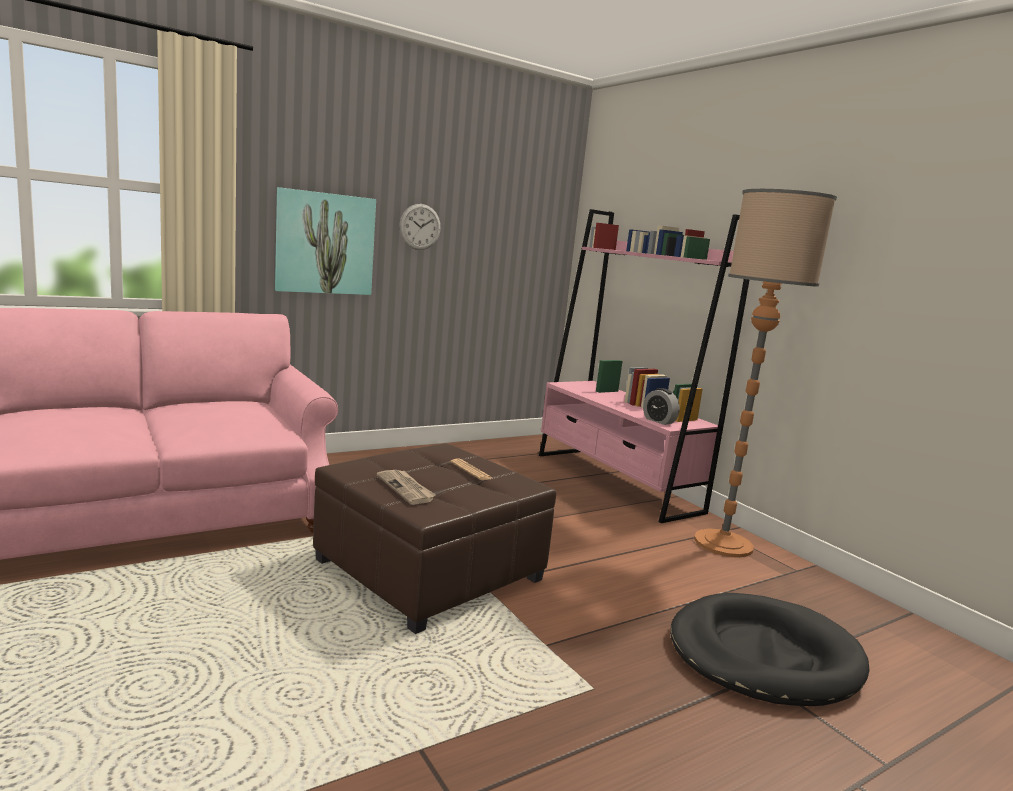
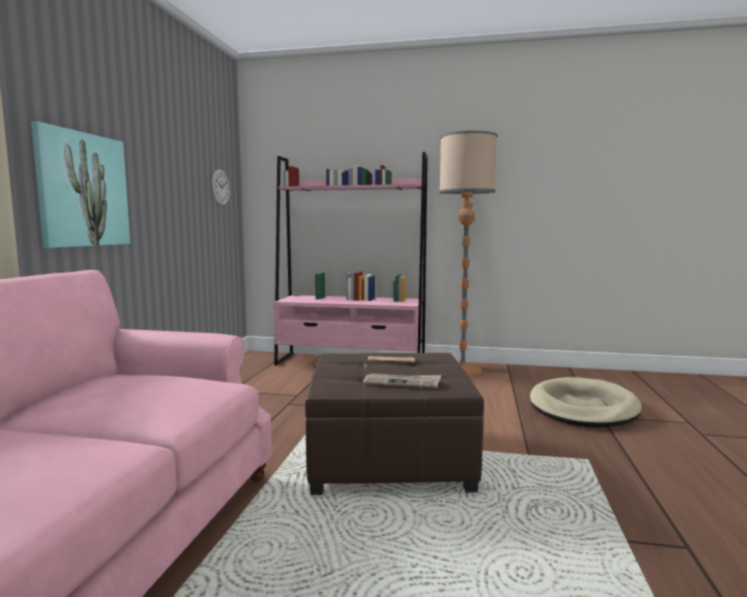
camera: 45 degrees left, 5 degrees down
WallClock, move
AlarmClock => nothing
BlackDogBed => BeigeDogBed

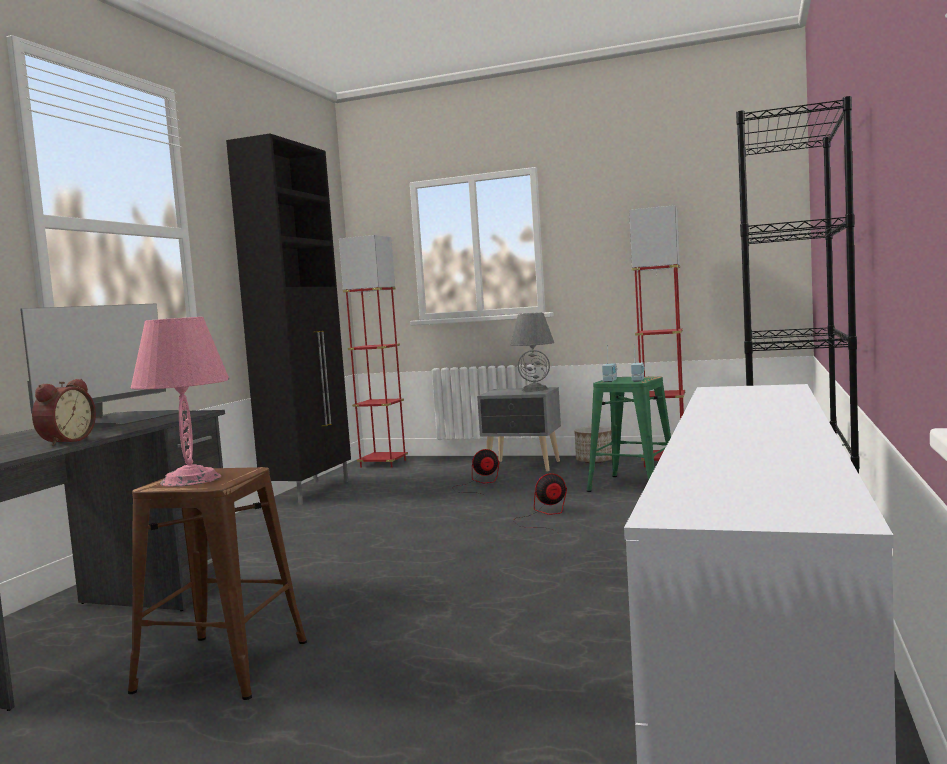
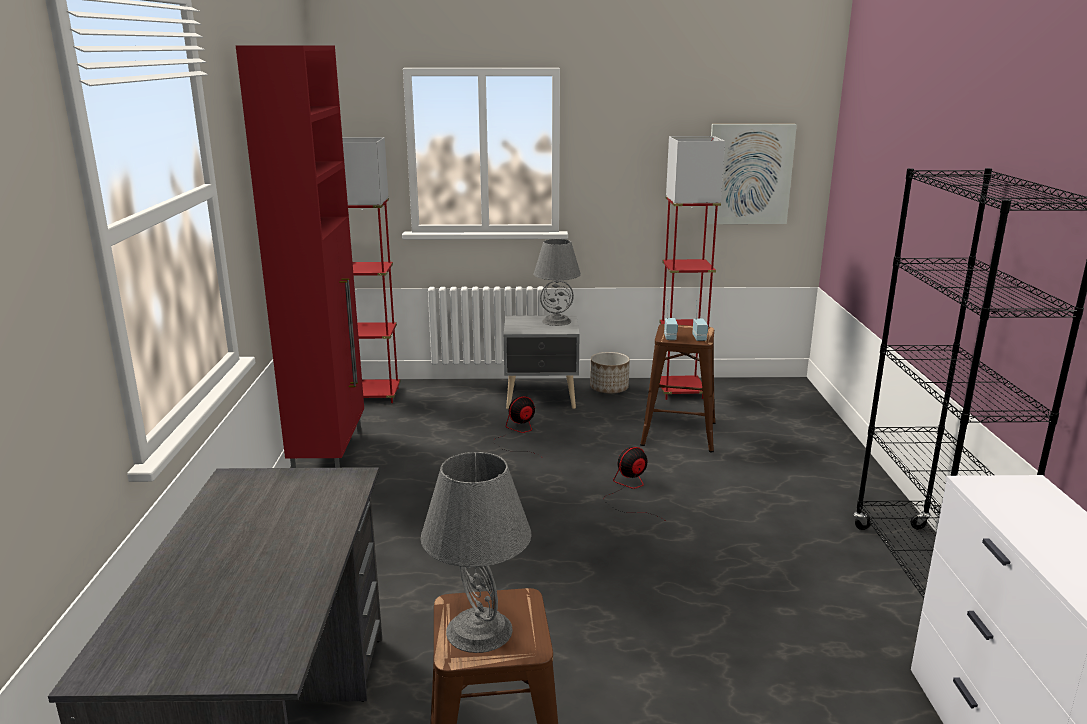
camera: 20 degrees left, 15 degrees up
BlackCabinet => RedCabinet
Monitor => nothing
PinkTableLamp => GreyTableLamp (1st from left)
GreenStool => BrownStool (2nd from left)
AlarmClock => nothing
nothing => Picture

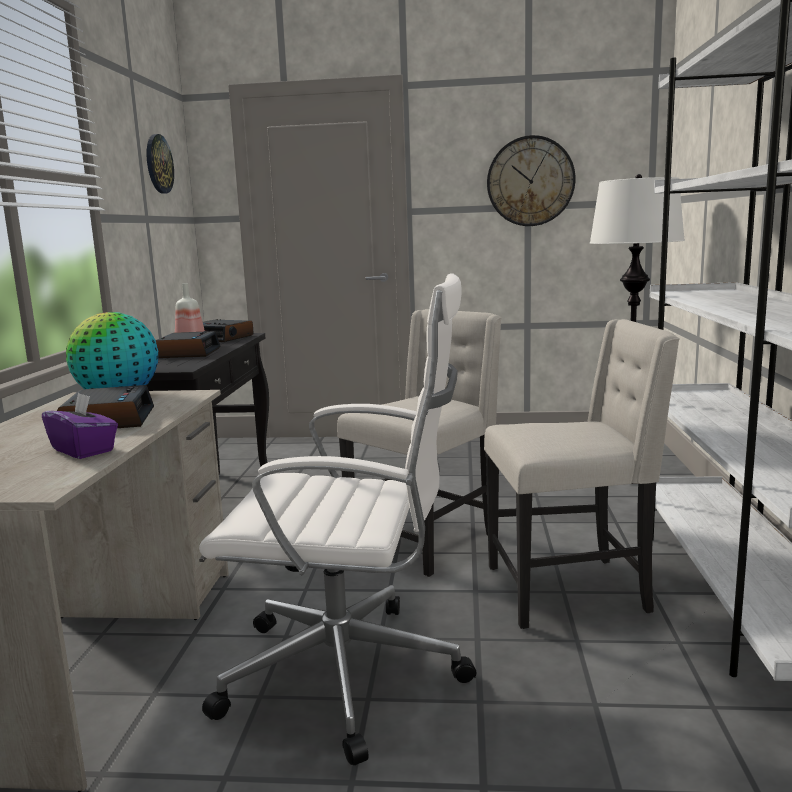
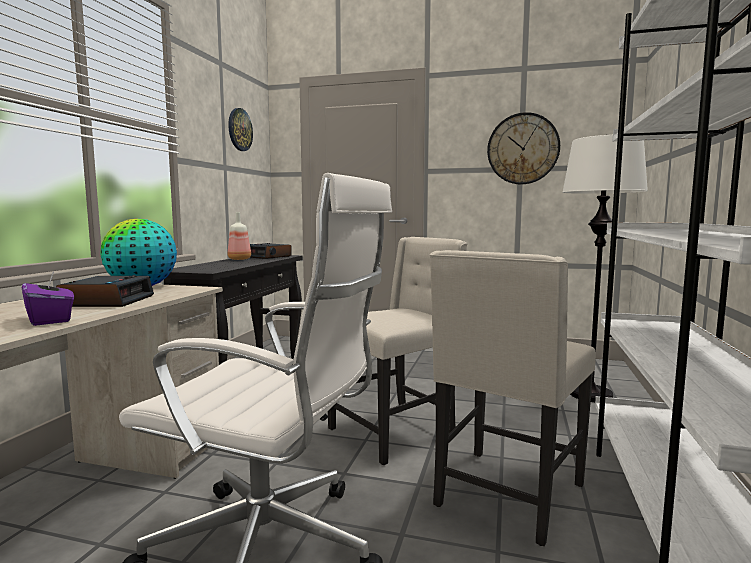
camera: 10 degrees right, 5 degrees down
BeigeChair (2nd from left), 120 degrees clockwise
AlarmClock (2nd from left) => nothing

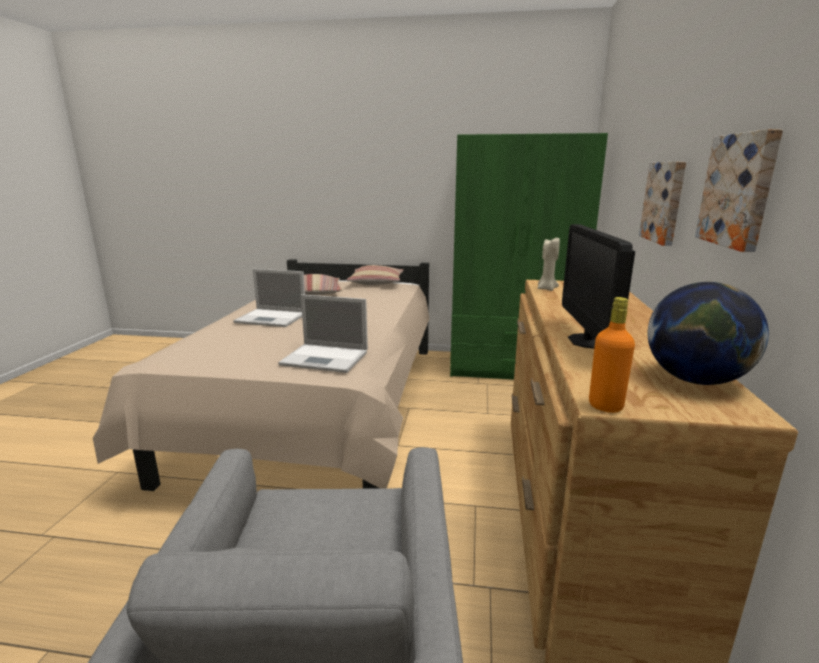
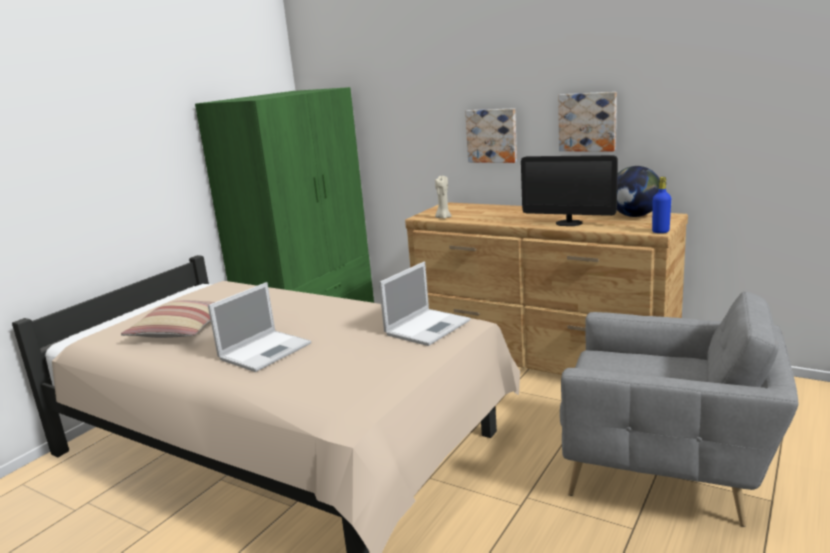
camera: 65 degrees left, 0 degrees up
Pillow (2nd from left) => nothing
OrangeBottle => BlueBottle

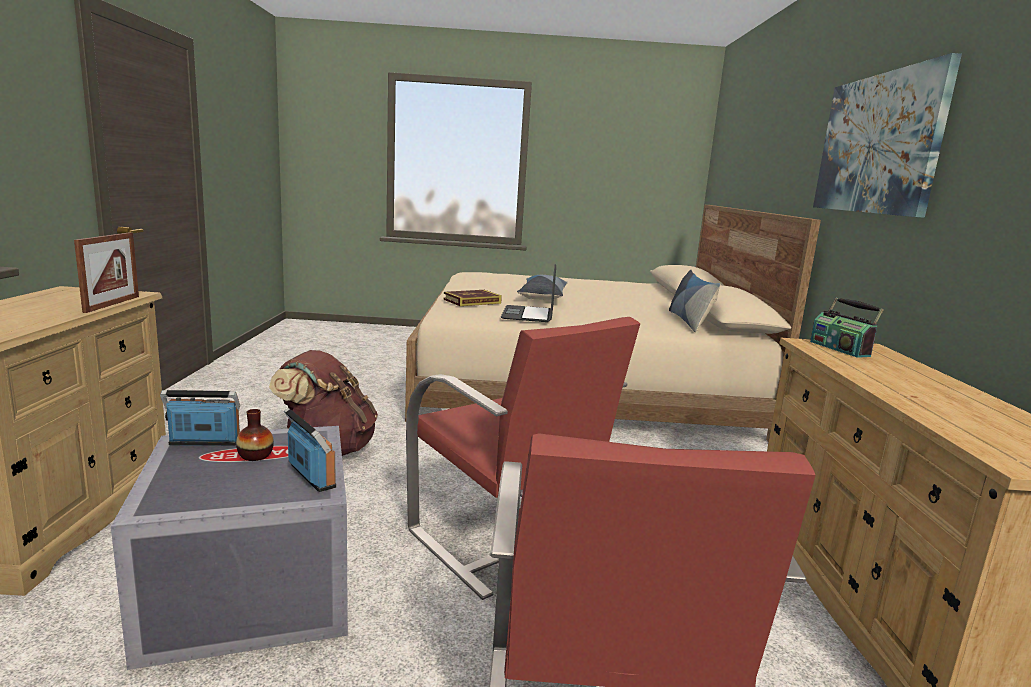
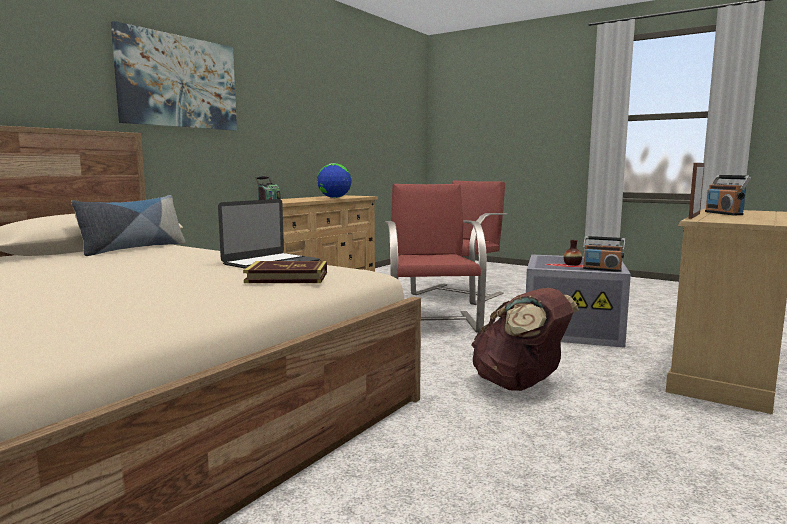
camera: 145 degrees left, 5 degrees down
Pillow (1st from left) => nothing
Radio (2nd from left in the first image) => Radio (3rd from left), move
nothing => Globe

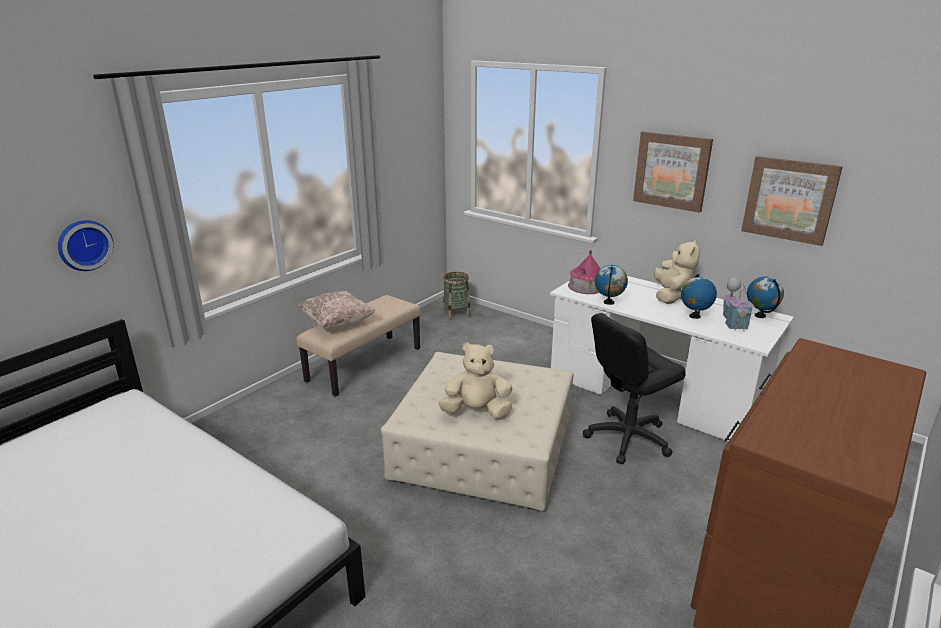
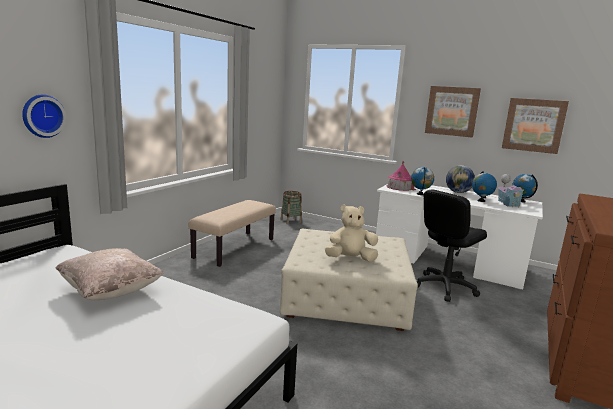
camera: 10 degrees left, 10 degrees down
BeigePlushToy (2nd from left) => Globe (2nd from left)
BeigePillow, move

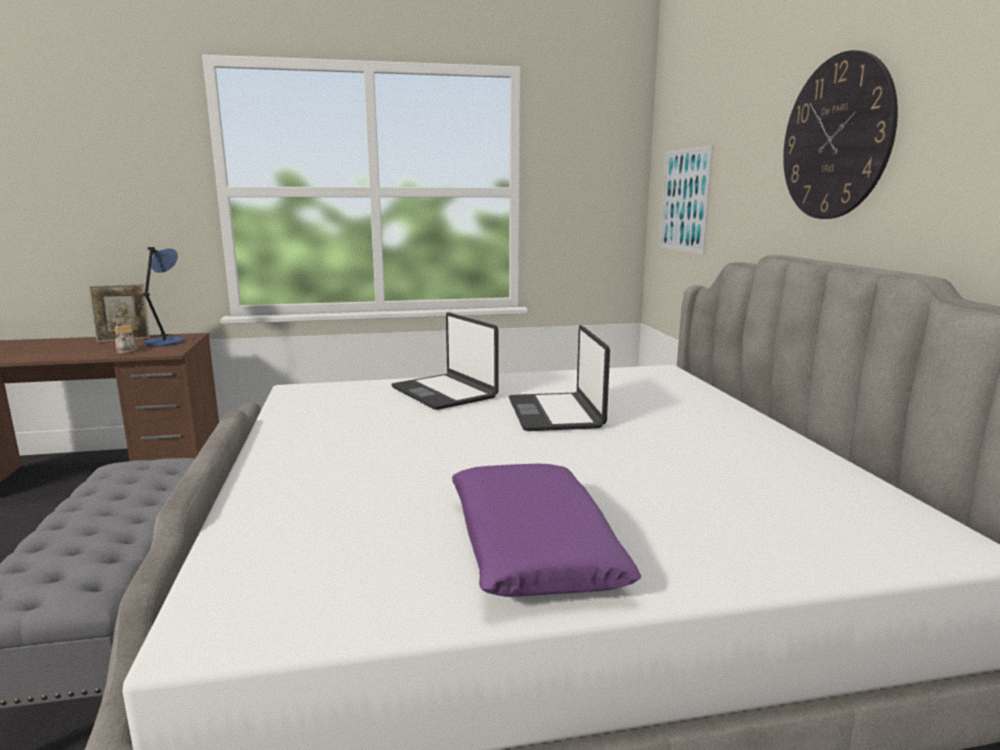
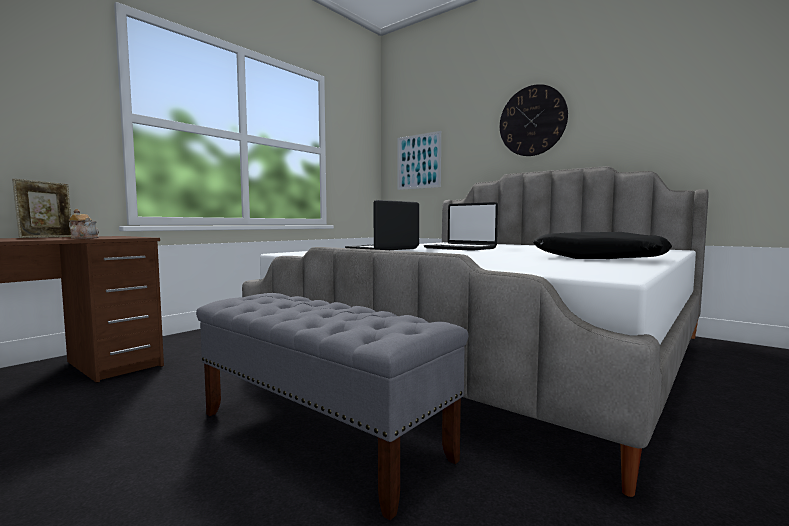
camera: 40 degrees left, 10 degrees down
BlueTableLamp => nothing
Laptop (1st from left), 120 degrees clockwise
PurplePillow => BlackPillow

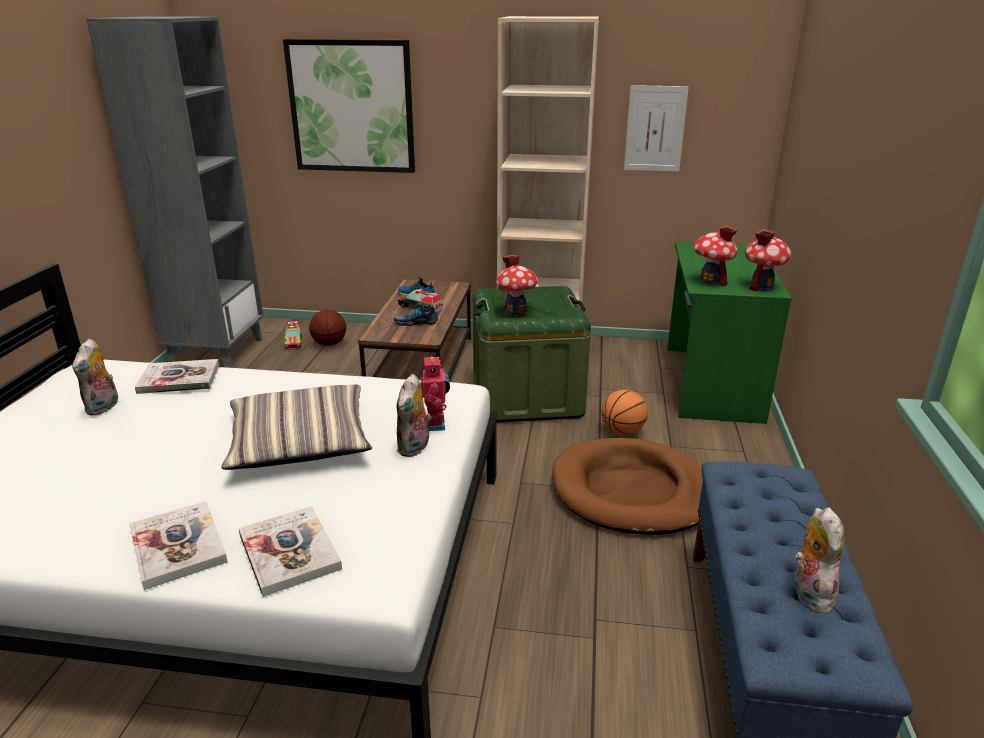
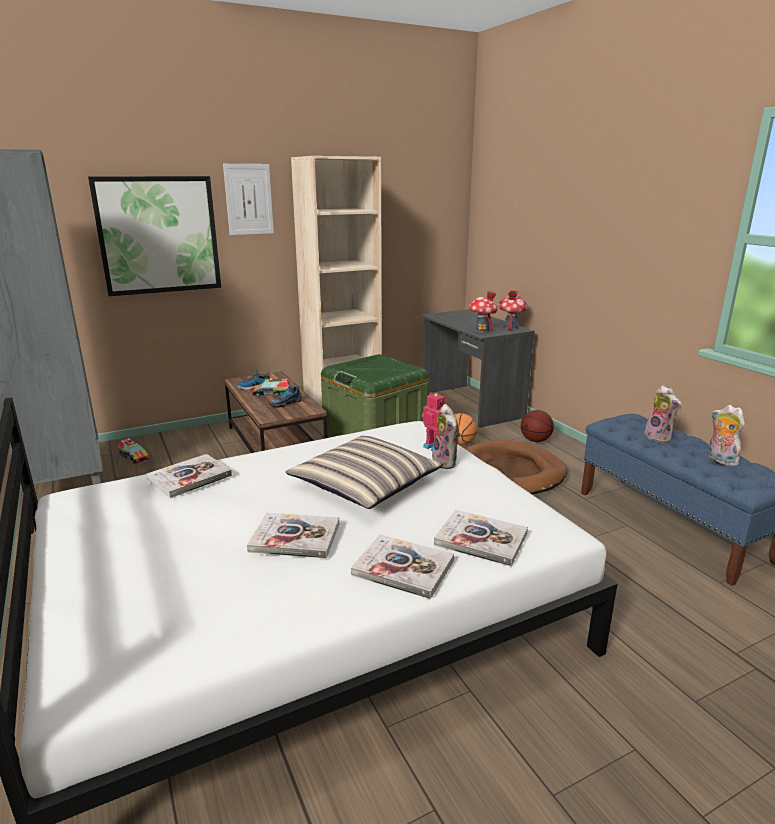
camera: 35 degrees left, 5 degrees down
Picture (2nd from left), move
GreenDesk => GreyDesk
ToyHouse (1st from left) => nothing
Basketball (1st from left in the first image) => Basketball (2nd from left), move
PlushToy (1st from left in the first image) => PlushToy (2nd from left), move
nothing => Book (2nd from left)

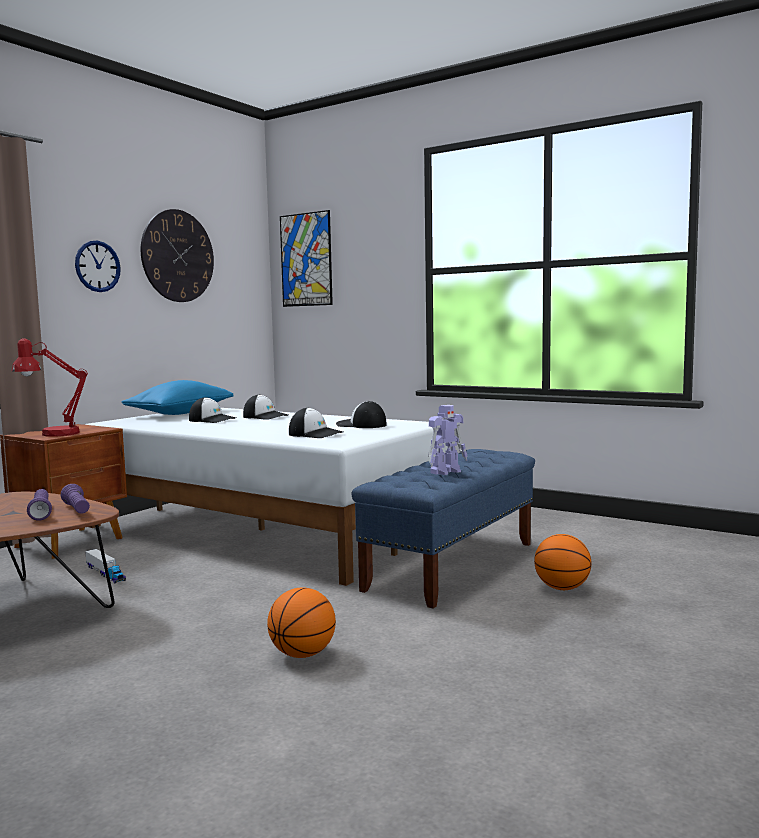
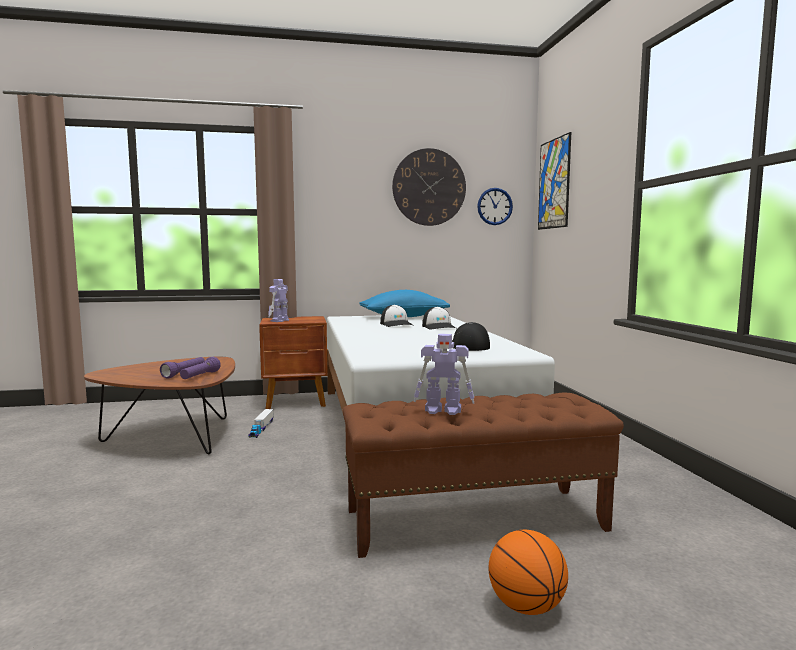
camera: 45 degrees right, 0 degrees up
WallClock (1st from left in the first image) => WallClock (2nd from left), move
RedTableLamp => ToyRobot (1st from left)
Cap (3rd from left) => nothing
BlueBench => BrownBench
Basketball (1st from left) => nothing

